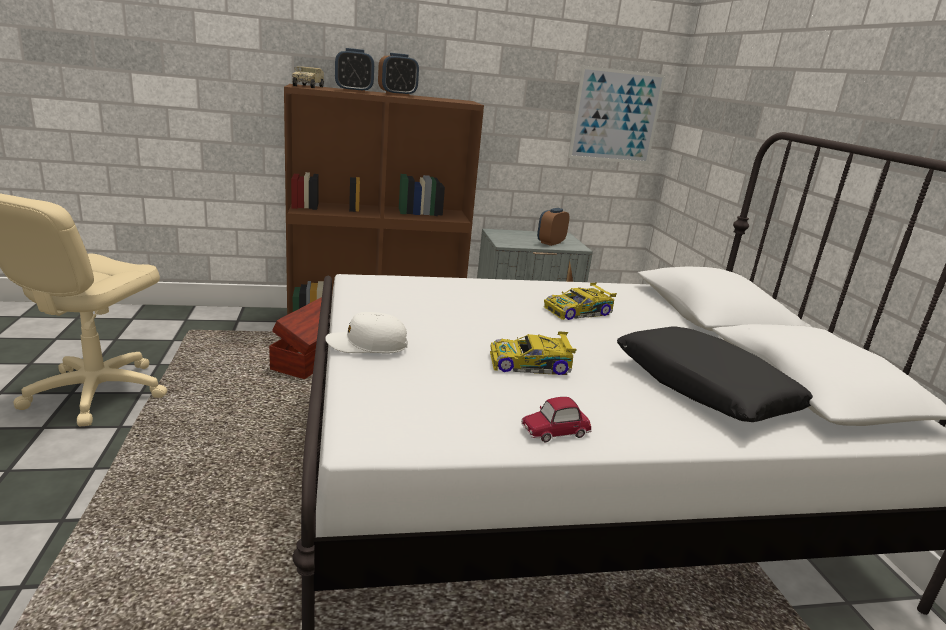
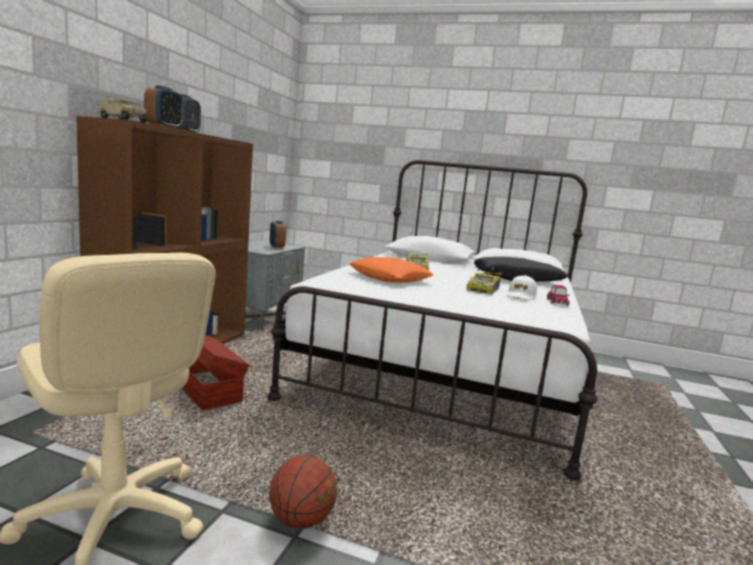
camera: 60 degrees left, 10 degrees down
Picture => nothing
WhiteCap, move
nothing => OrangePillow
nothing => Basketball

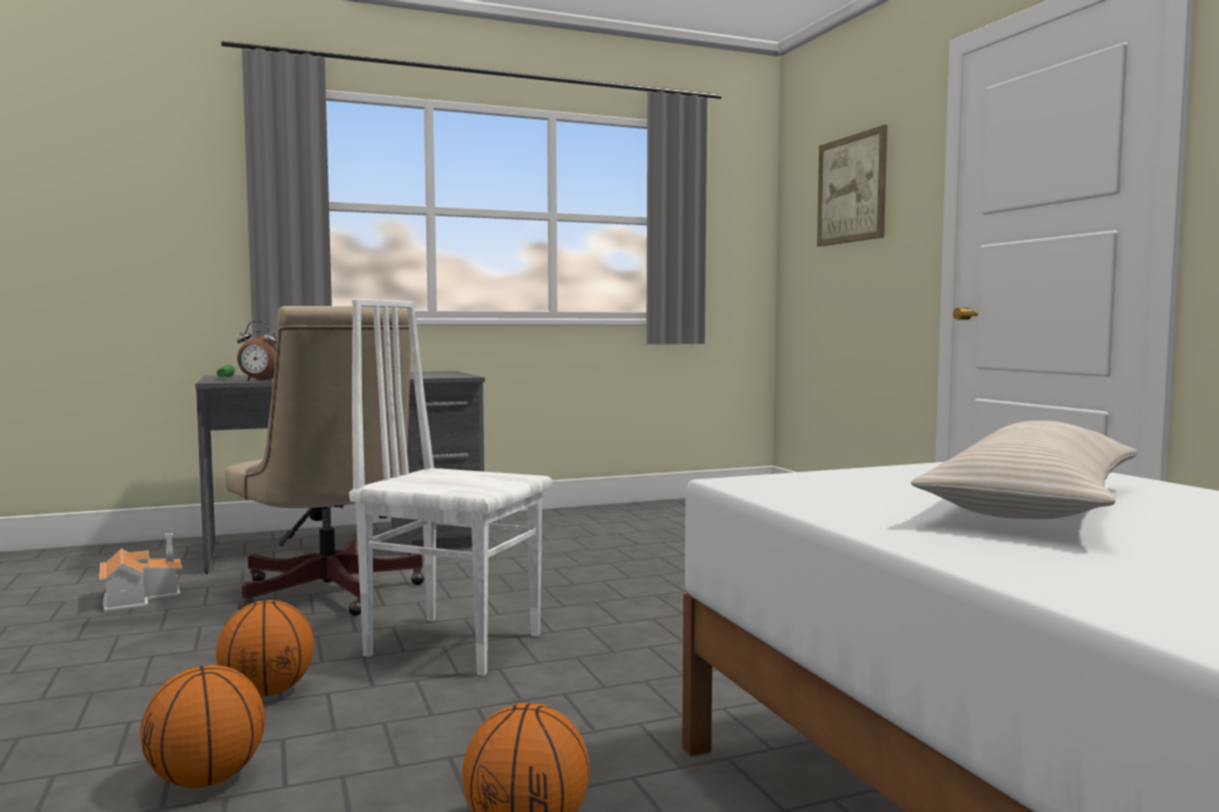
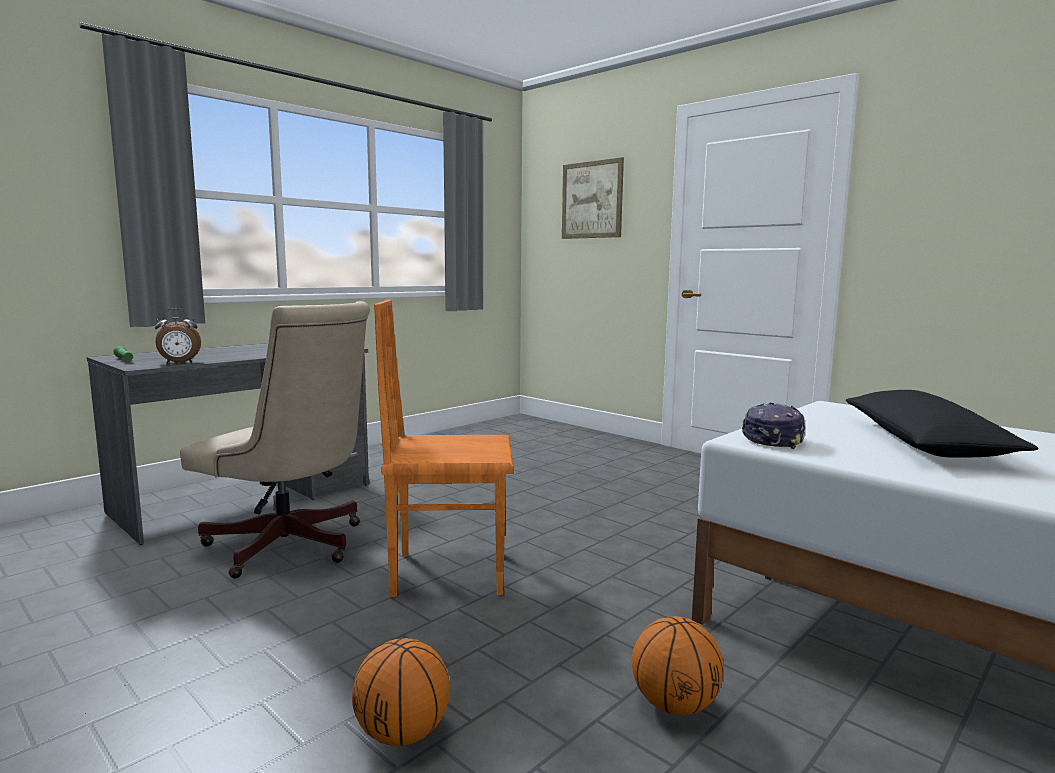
camera: 25 degrees left, 5 degrees up
WhiteChair => OrangeChair
BeigePillow => BlackPillow
ToyHouse => nothing
Basketball (2nd from left) => nothing
nothing => Cap

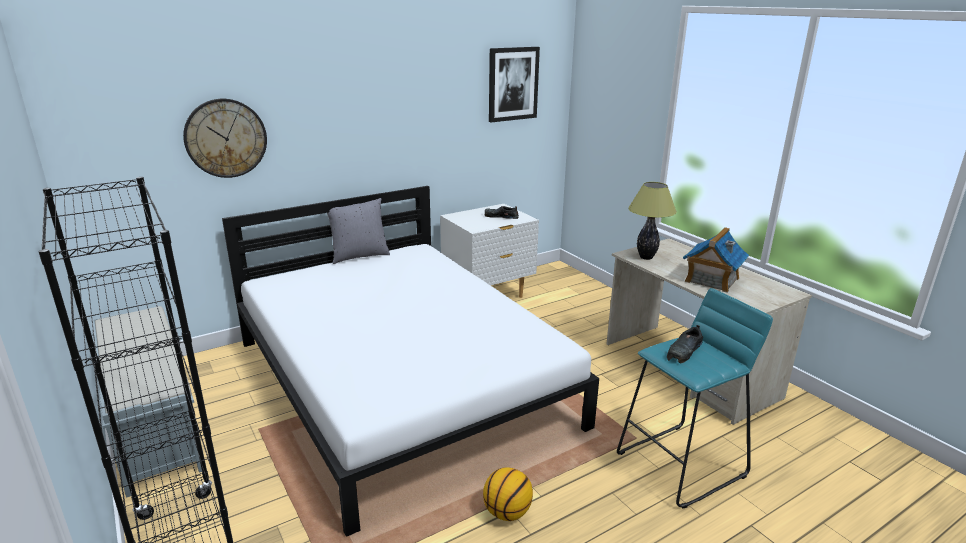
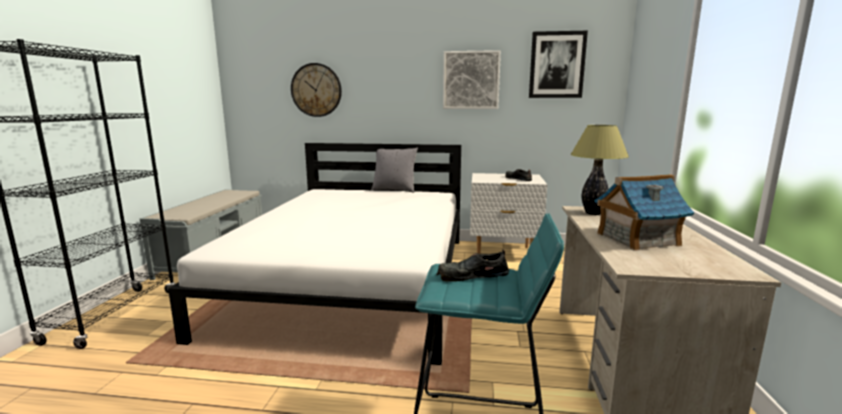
camera: 40 degrees right, 10 degrees down
Basketball => nothing
nothing => Picture (1st from left)

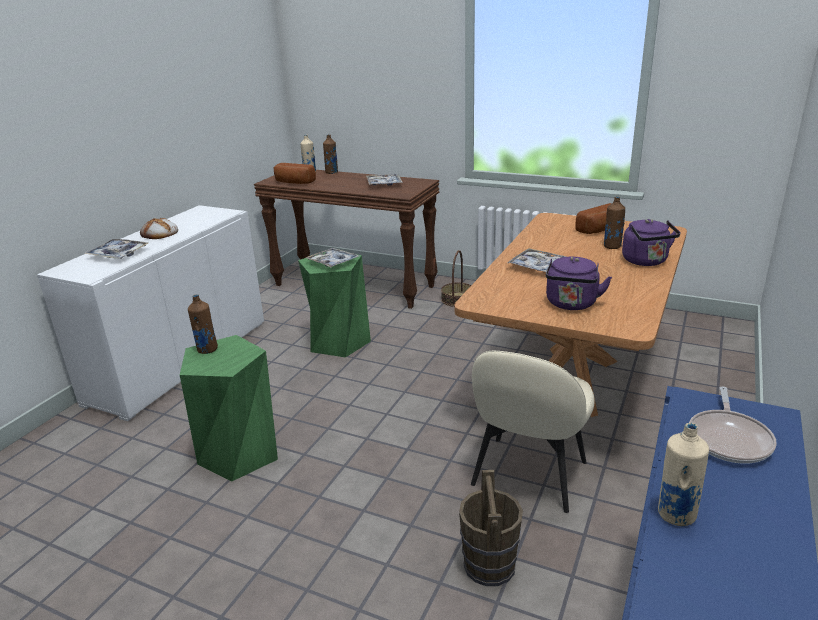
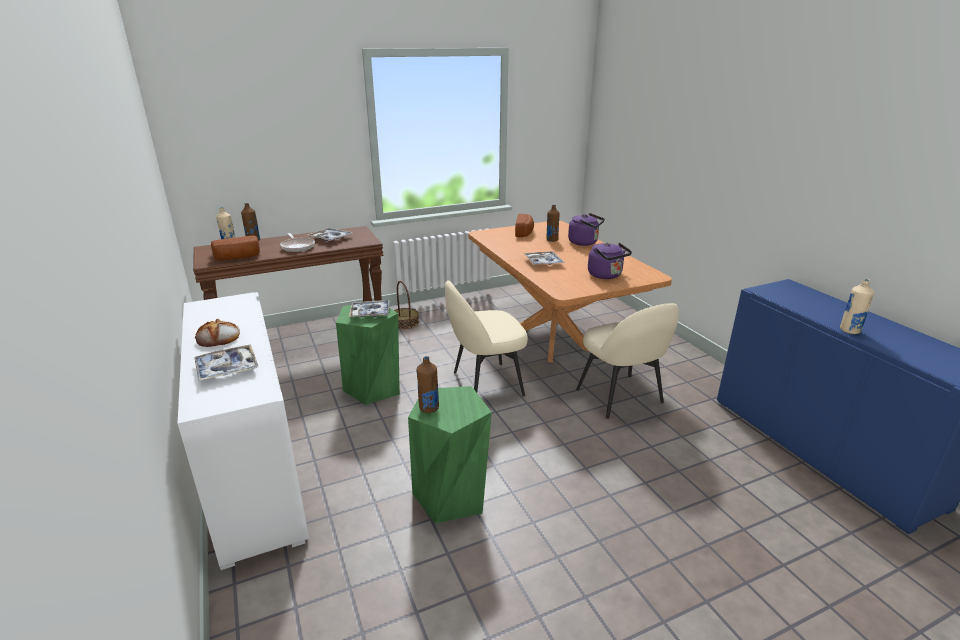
camera: 50 degrees left, 0 degrees up
FryingPan, move
BrownBucket => nothing
nothing => BeigeChair (1st from left)

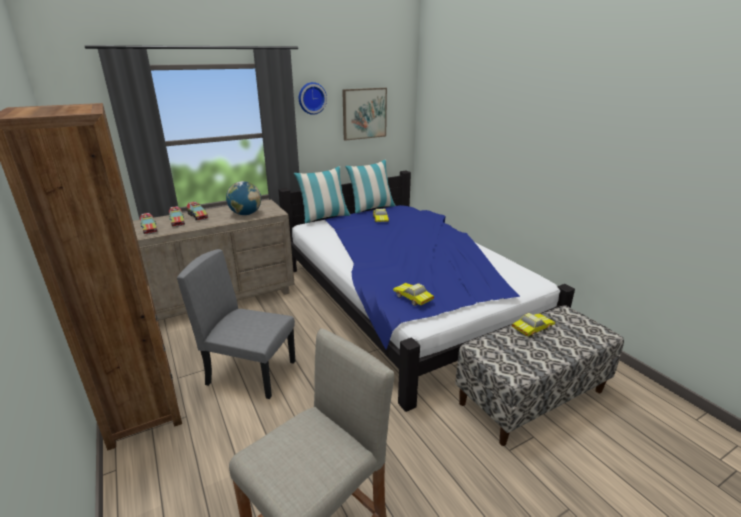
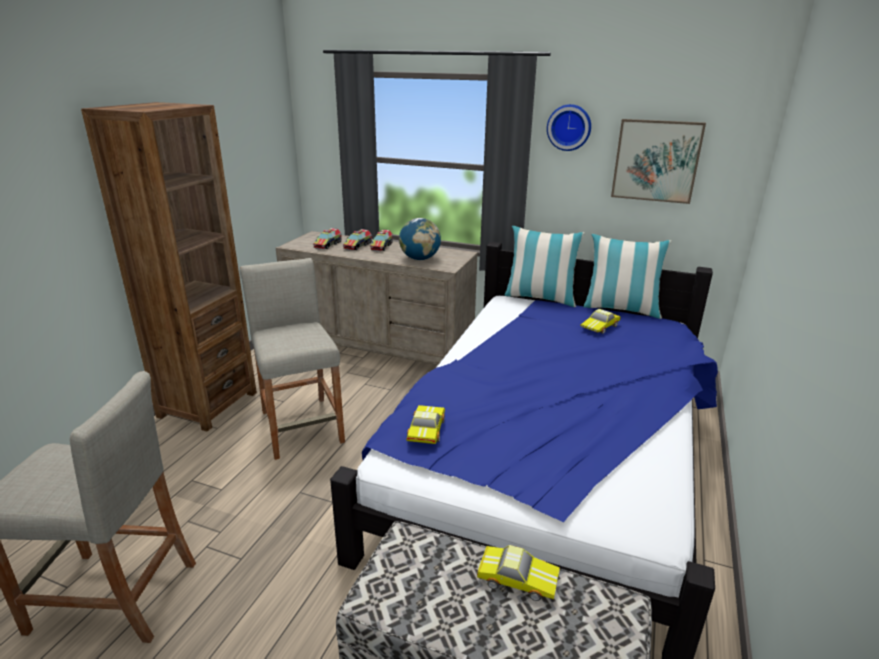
camera: 50 degrees right, 0 degrees up
GreyChair => BeigeStool (2nd from left)

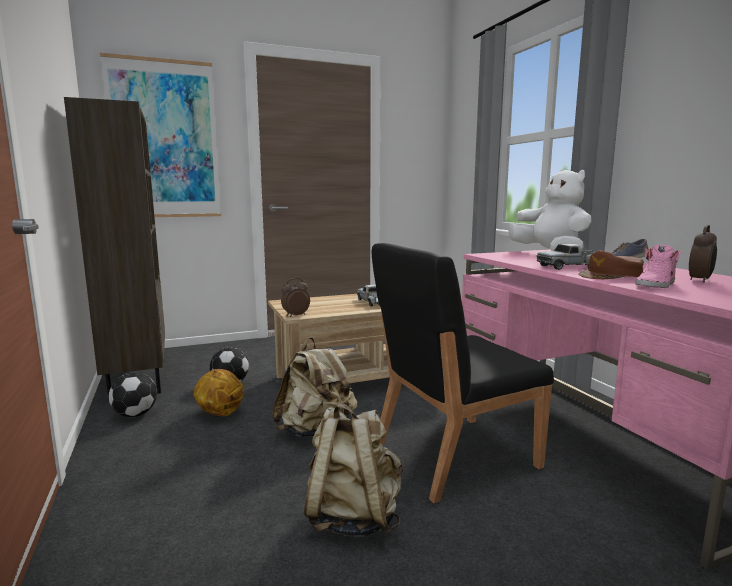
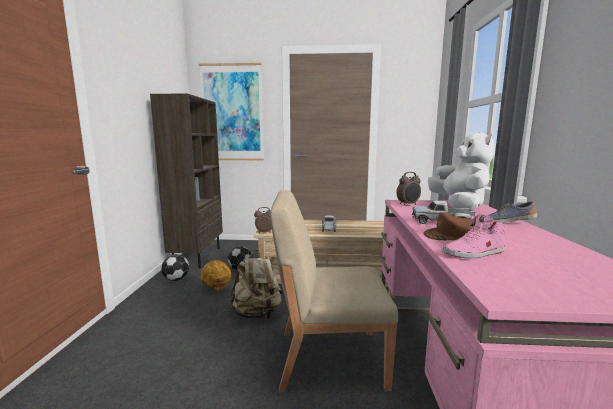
camera: 25 degrees right, 0 degrees up
AlarmClock (2nd from left), move
BlackChair => BeigeChair
BeigeBackpack (2nd from left) => nothing

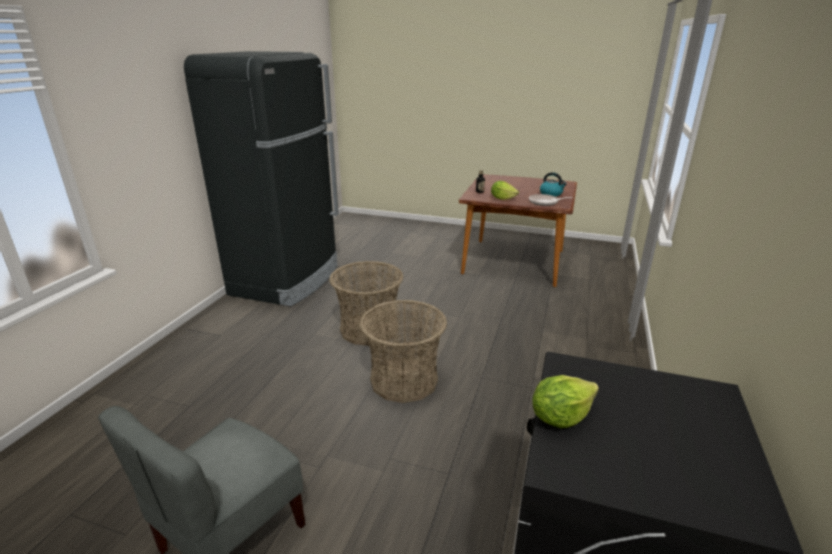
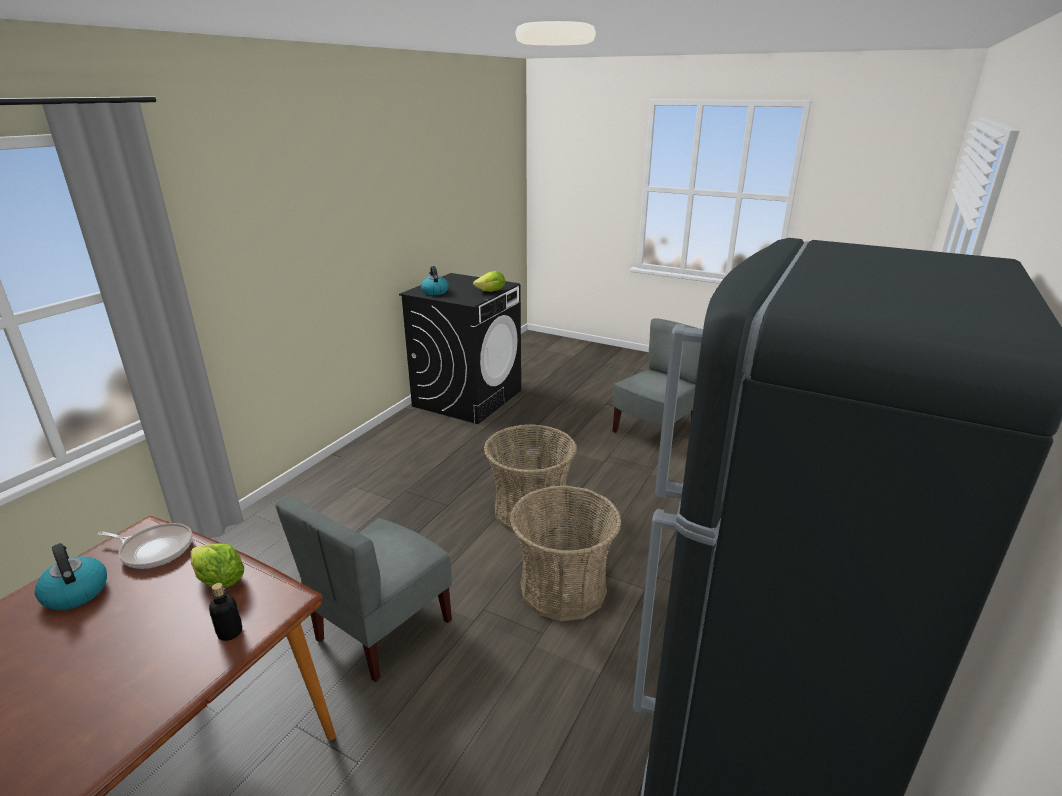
camera: 170 degrees left, 0 degrees up
nothing => Kettle (2nd from left)
nothing => GreyChair (1st from left)

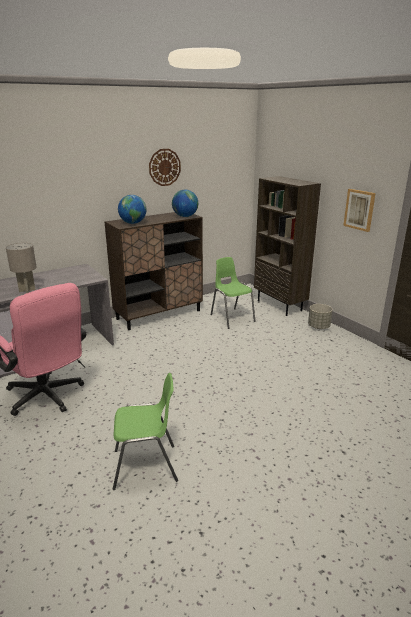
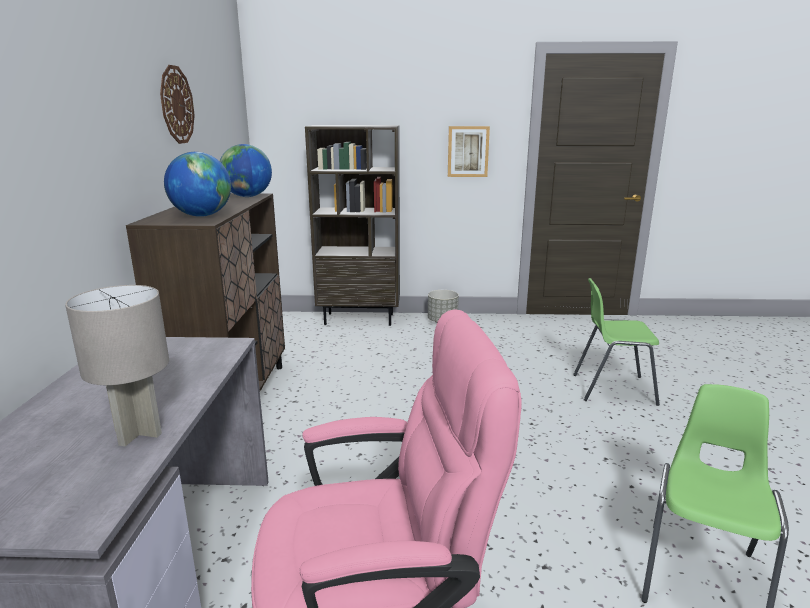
camera: 55 degrees left, 5 degrees down
GreenChair (2nd from left in the first image) => GreenChair (1st from left), move

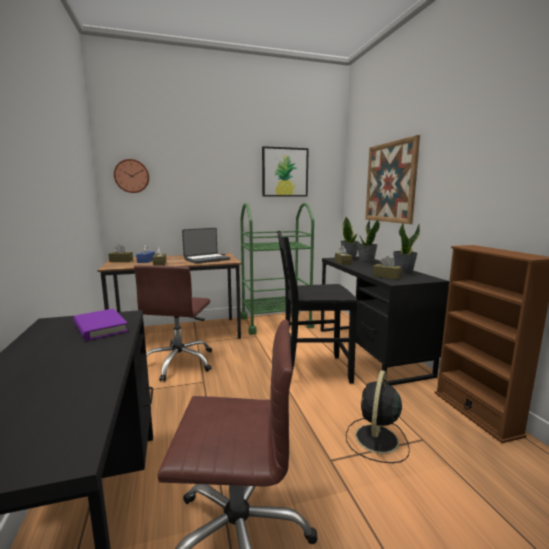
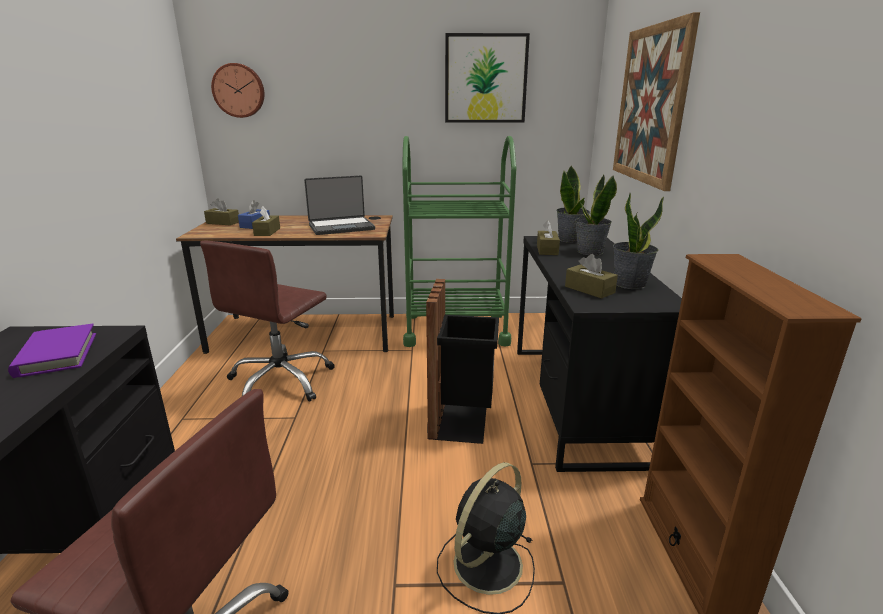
camera: 15 degrees right, 10 degrees up
BlackChair => BlackTrashCan

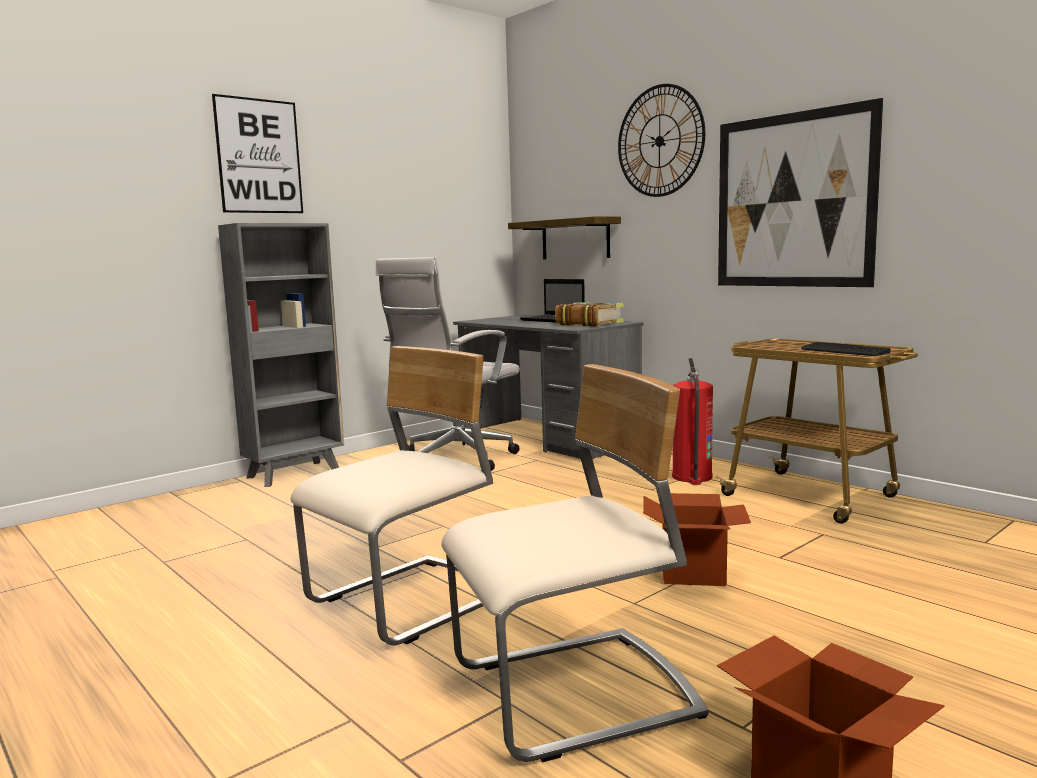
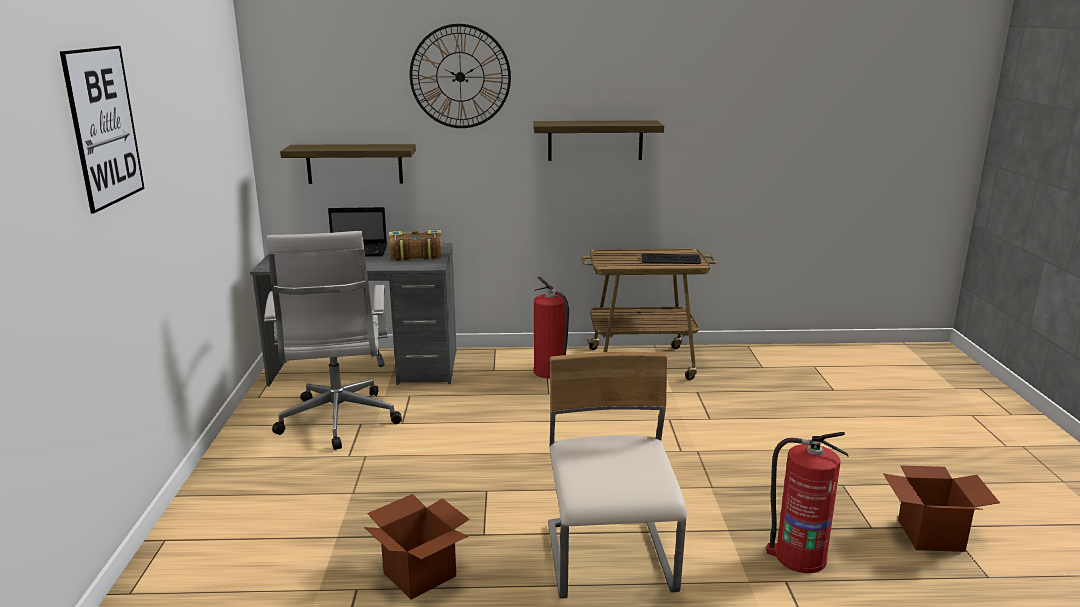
camera: 50 degrees left, 10 degrees up
Picture (2nd from left) => Shelf (2nd from left)
GreyBookcase => nothing
BeigeChair (2nd from left) => FireExtinguisher (2nd from left)
CardboardBox (1st from left), move

